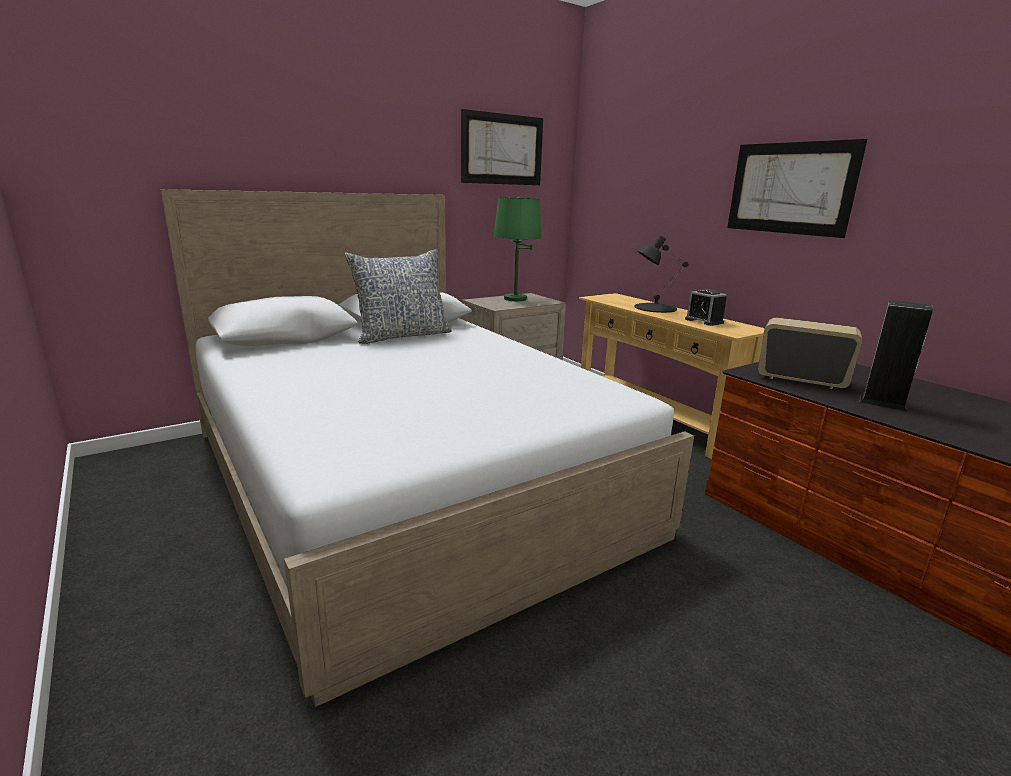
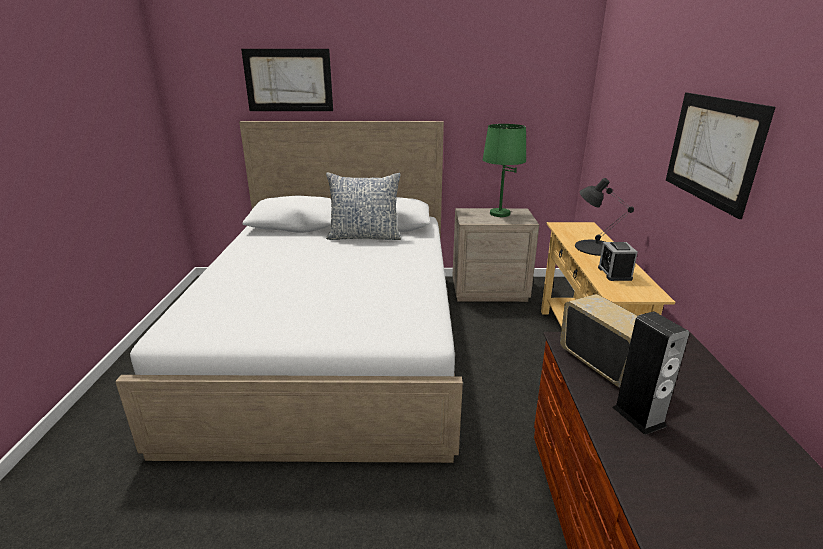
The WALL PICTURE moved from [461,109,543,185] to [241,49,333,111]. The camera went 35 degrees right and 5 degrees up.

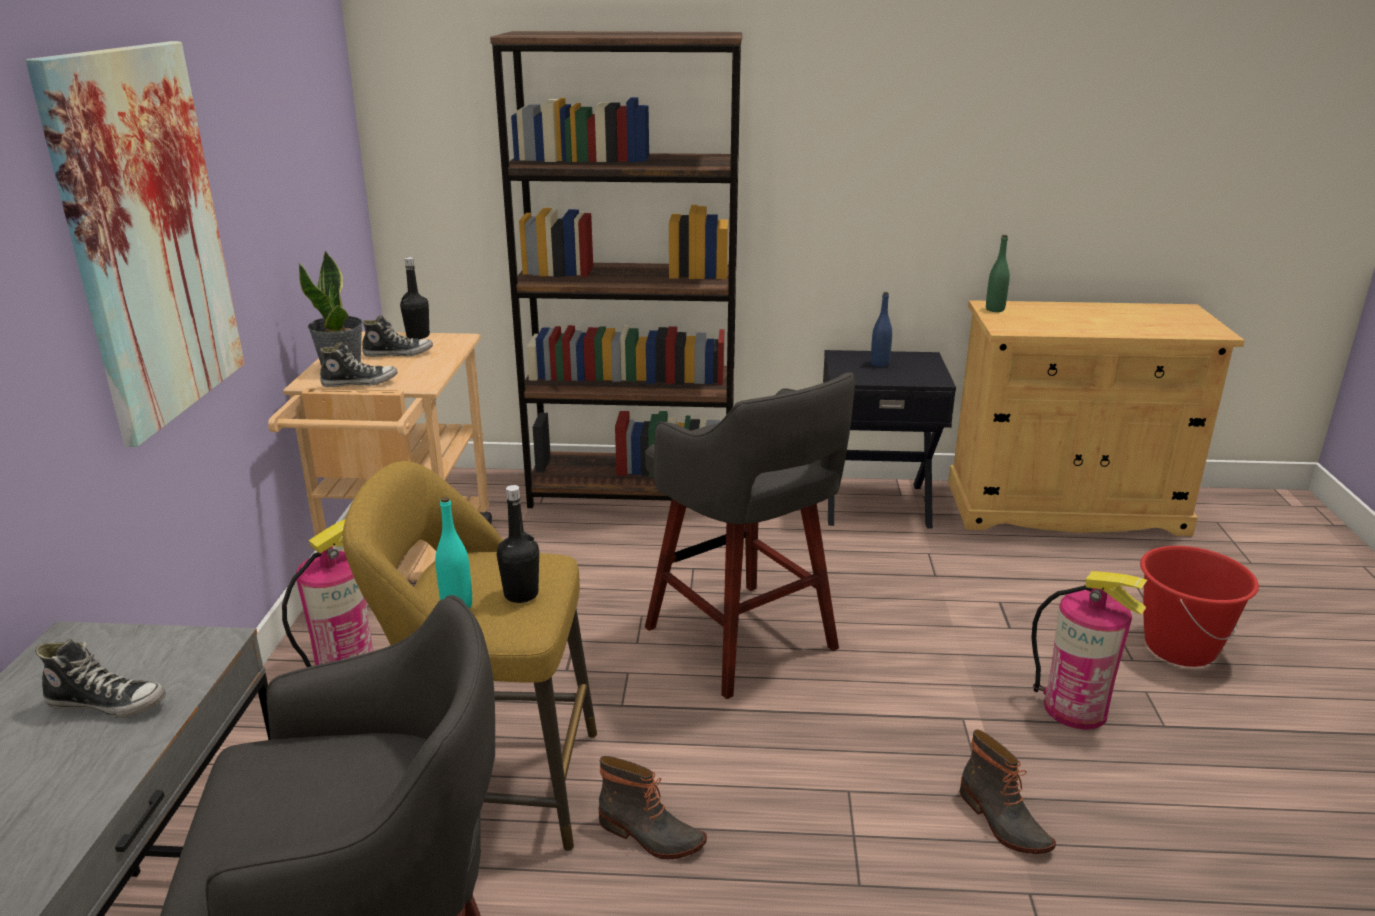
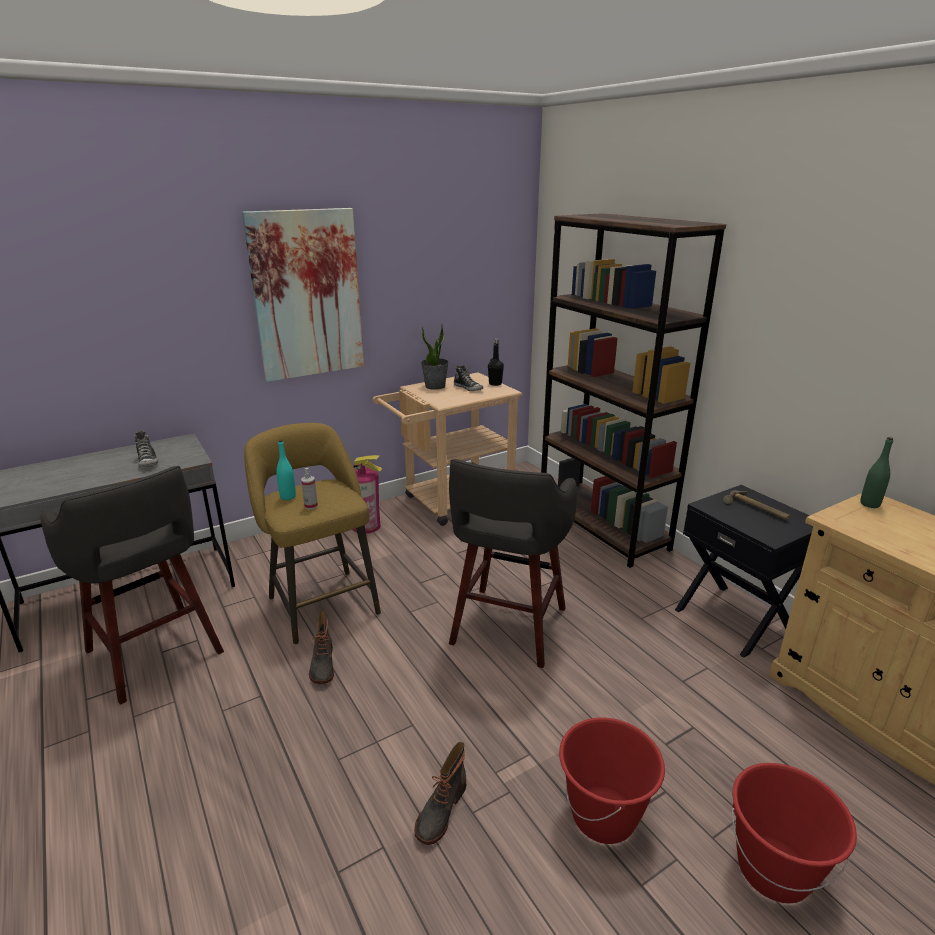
The LOW SHOE at [320,342,398,387] disappeared. The BLACK-COLOURED BEVERAGE BOTTLE at [497,485,539,603] was replaced by the SPRAYER at [301,468,318,509]. The BLUE-COLOURED BEVERAGE BOTTLE at [871,292,892,367] was replaced by the HAMMER at [723,491,790,520]. The EXTINGUISHER at [1031,571,1148,730] was replaced by the RED WATER BUCKET at [559,717,665,844]. The camera went 55 degrees right and 0 degrees up.

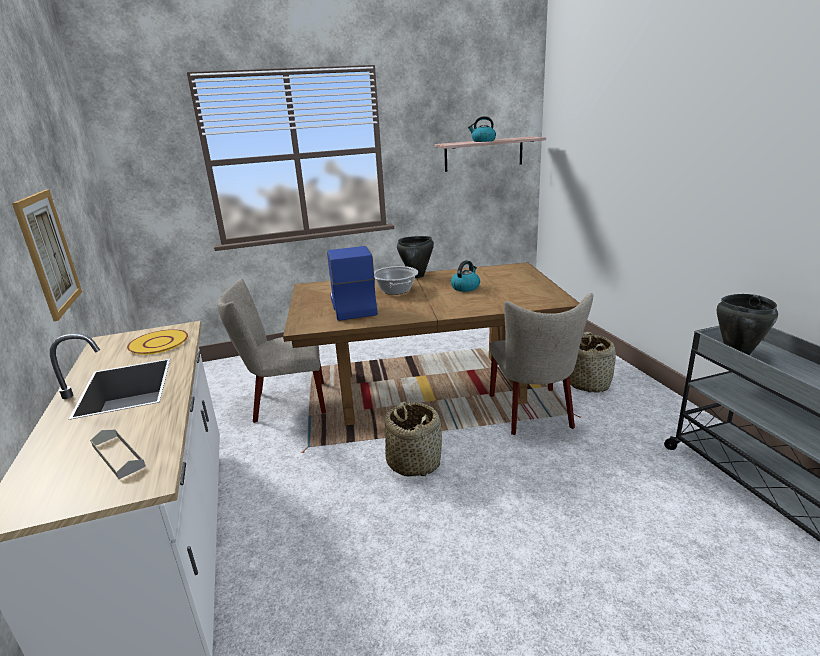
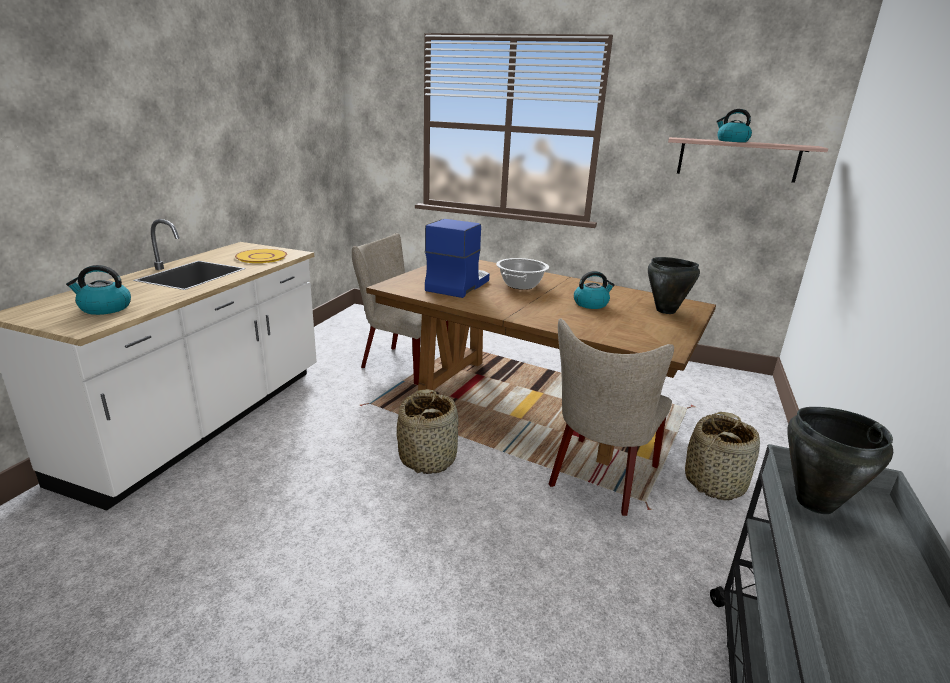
The WALL PICTURE at [12,189,82,321] disappeared. The BLACK-COLOURED STOCKPOT moved from [397,236,434,278] to [648,257,700,314]. The GREY CARRYING TRAY at [90,429,146,479] was replaced by the WATER KETTLE at [66,265,131,315]. The camera went 35 degrees right and 0 degrees up.

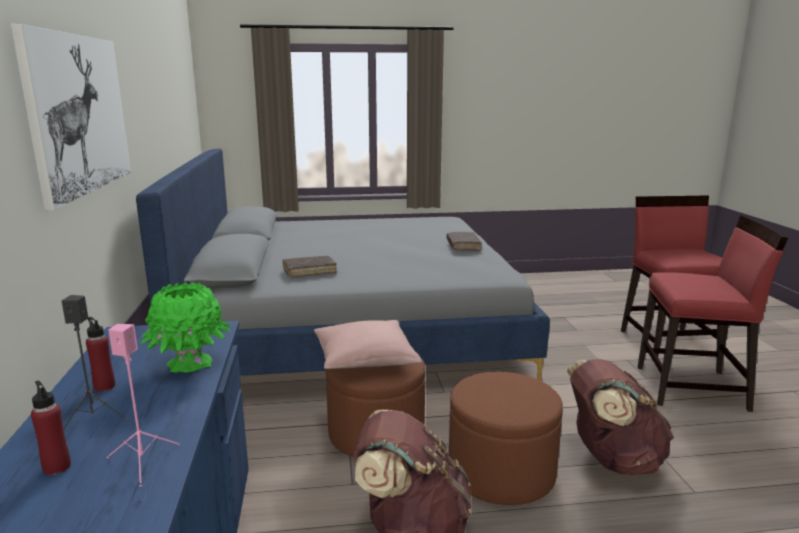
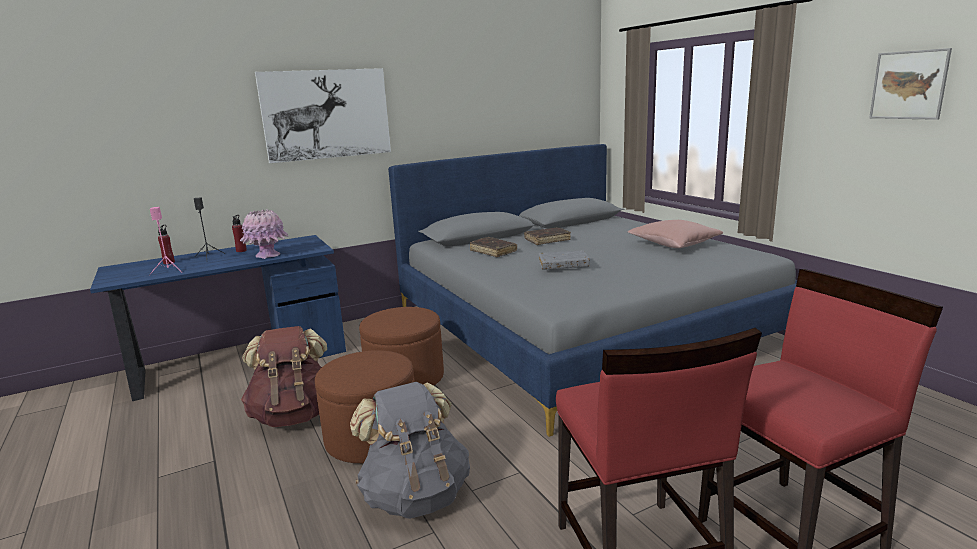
The GREY BOUND BOOK at [539,250,590,270] appeared. The WALL PICTURE at [869,48,952,120] appeared. The PINKISH CUSHION moved from [314,320,422,369] to [628,220,723,248]. The BROWN-COLOURED BOUND BOOK moved from [446,232,482,251] to [524,228,571,245]. The GREEN DECORATIVE VASE at [141,282,230,373] became the PINKISH DECORATIVE VASE at [240,209,288,259]. The BROWN-COLOURED RUCKSACK at [567,359,674,475] became the GREY RUCKSACK at [350,382,470,519]. The camera went 70 degrees right and 0 degrees up.

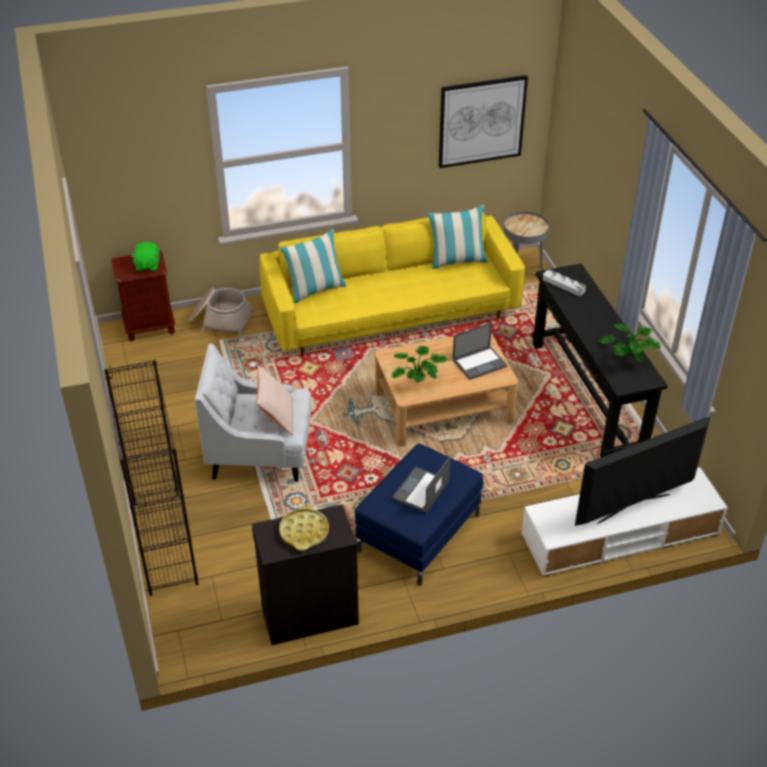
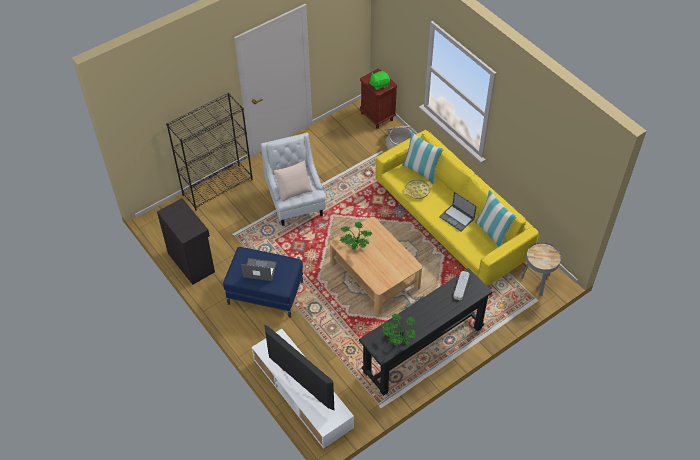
The WALL PICTURE at [439,75,528,168] disappeared. The YELLOWISH CARRYING TRAY moved from [279,505,329,551] to [403,179,432,199]. The NOTEBOOK COMPUTER moved from [453,323,507,380] to [439,192,476,231]. The camera went 70 degrees right and 10 degrees up.

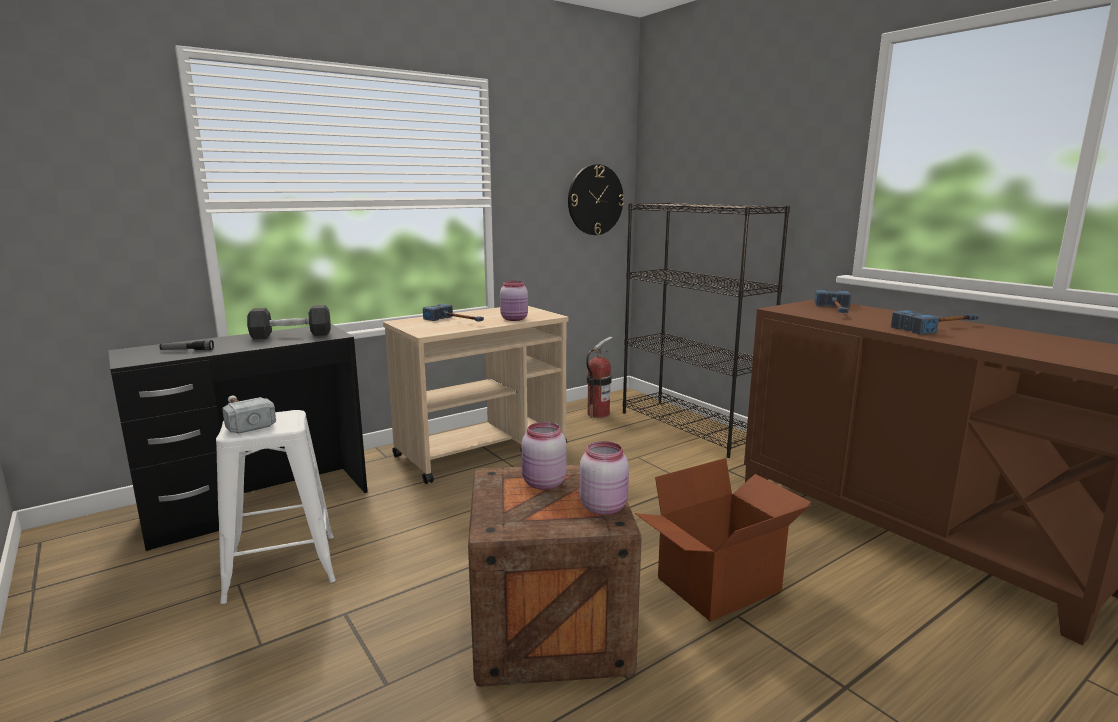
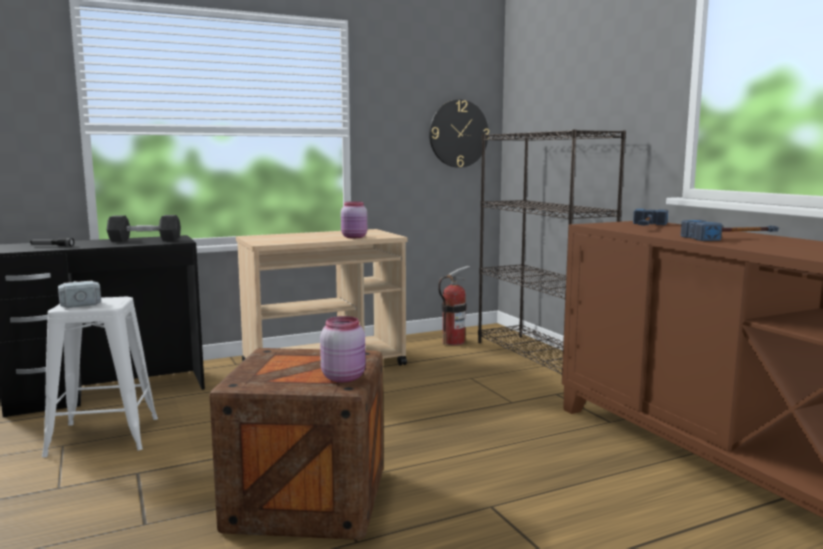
The HAMMER at [423,304,484,322] disappeared. The PINKISH STORAGE JAR at [521,422,567,490] disappeared. The CARTON at [635,458,811,622] disappeared. The camera went 10 degrees right and 5 degrees down.

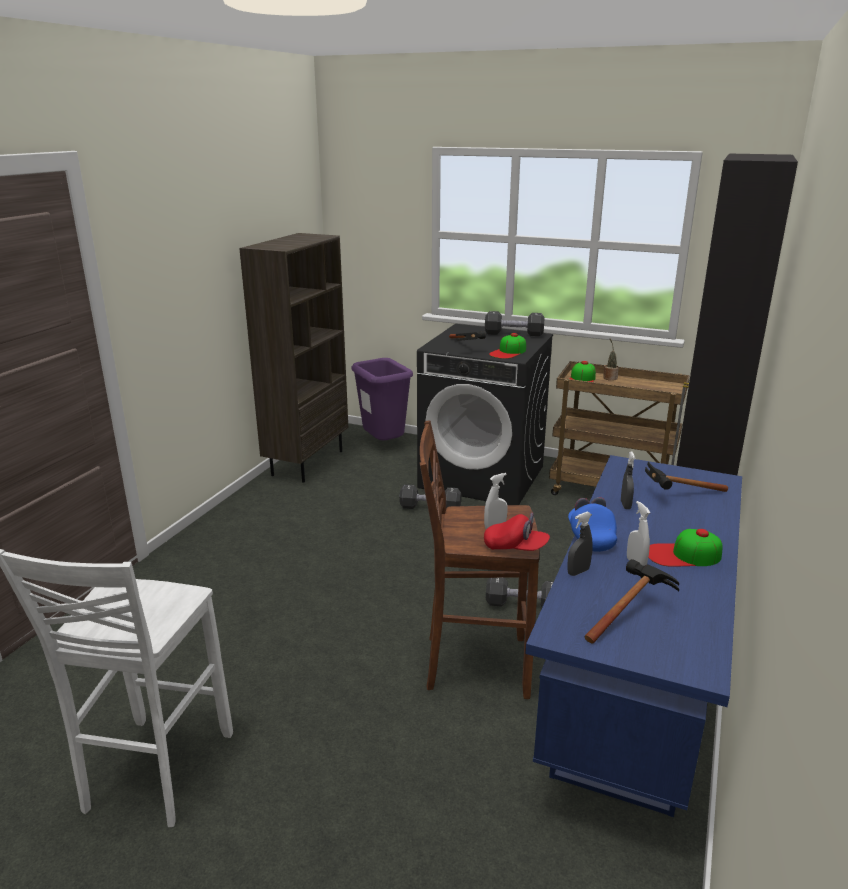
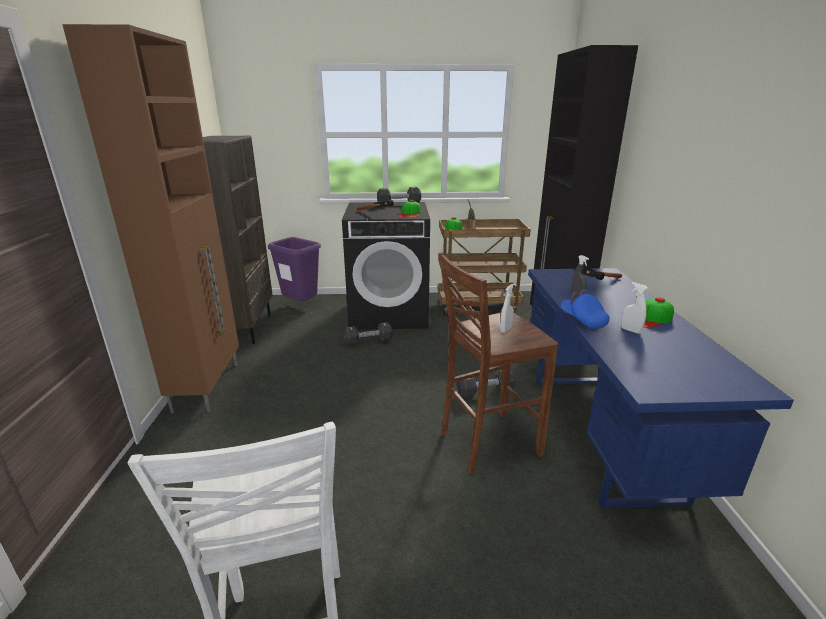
The RED BASEBALL CAP at [484,513,550,551] disappeared. The GREY SPRAYER at [567,512,593,576] disappeared. The HAMMER at [584,559,679,644] disappeared. The BROWN-COLOURED CABINET at [62,24,239,413] appeared. The camera went 25 degrees left and 0 degrees up.

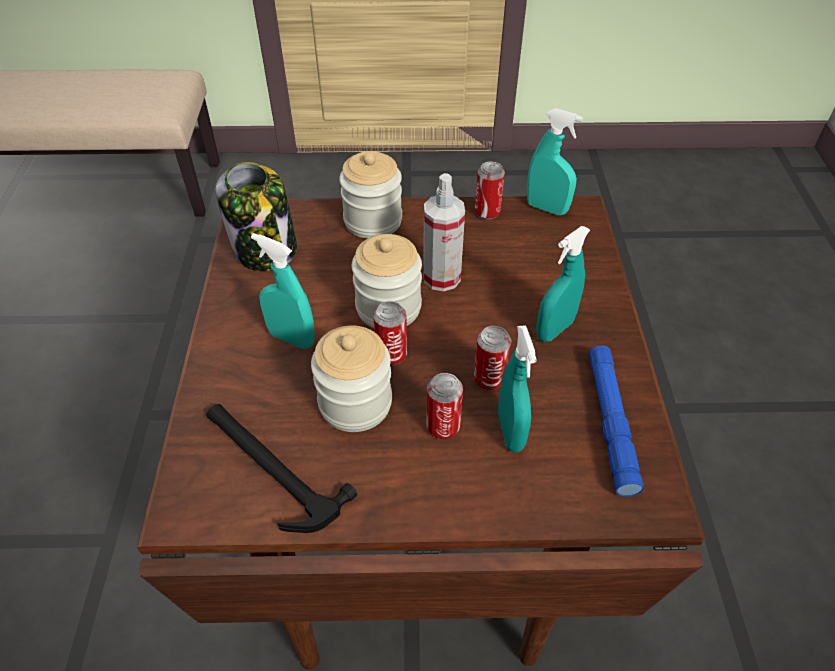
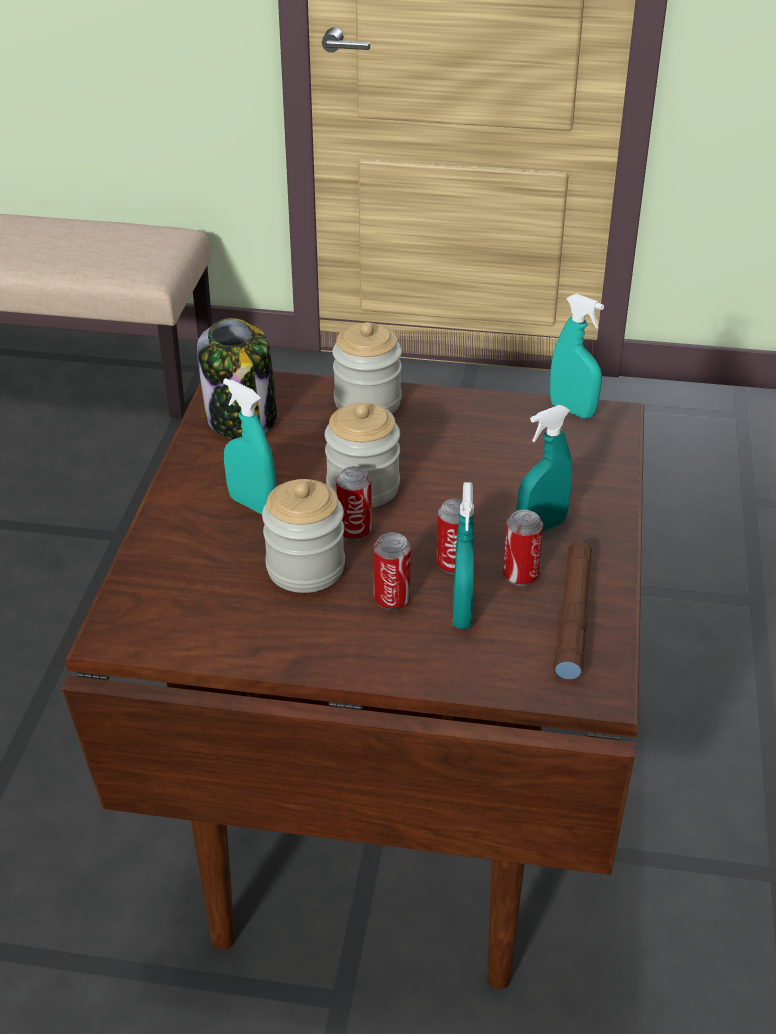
The HAMMER at [206,404,357,533] disappeared. The SPRAYER at [423,173,465,291] disappeared. The METAL CAN moved from [475,161,505,220] to [503,510,543,586]. The BLUE-COLOURED TORCH at [589,346,644,497] became the BROWN-COLOURED TORCH at [553,542,592,681]. The camera went 10 degrees right and 10 degrees down.

